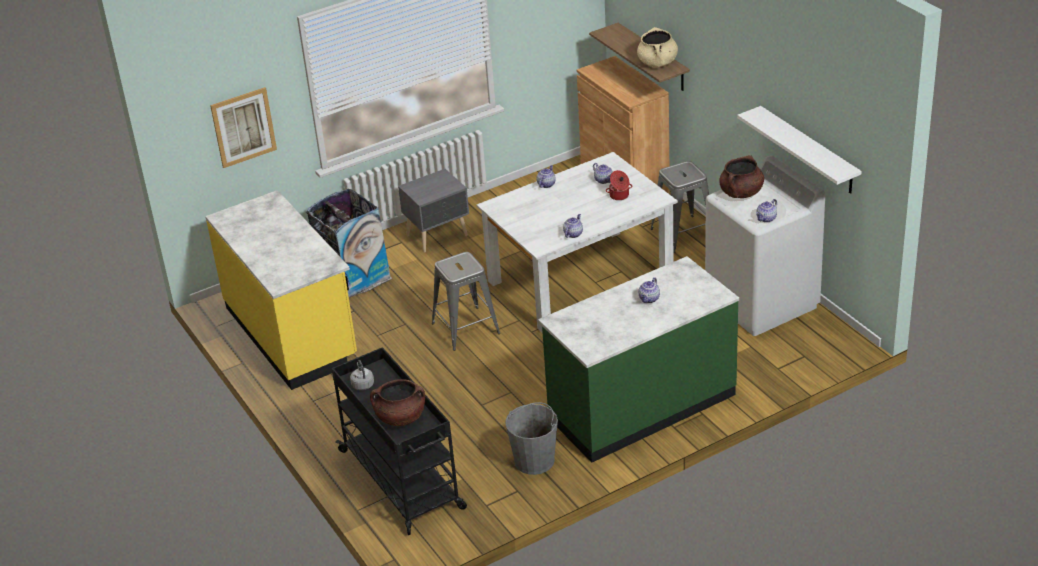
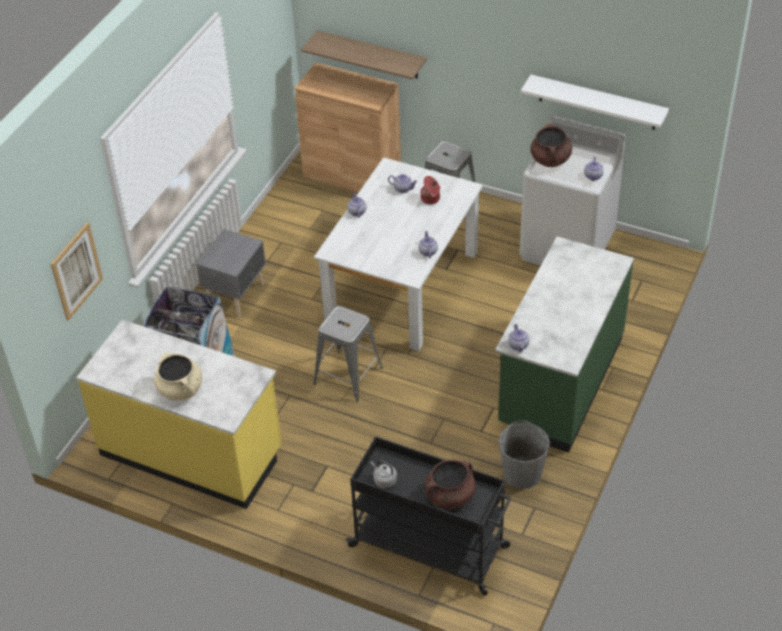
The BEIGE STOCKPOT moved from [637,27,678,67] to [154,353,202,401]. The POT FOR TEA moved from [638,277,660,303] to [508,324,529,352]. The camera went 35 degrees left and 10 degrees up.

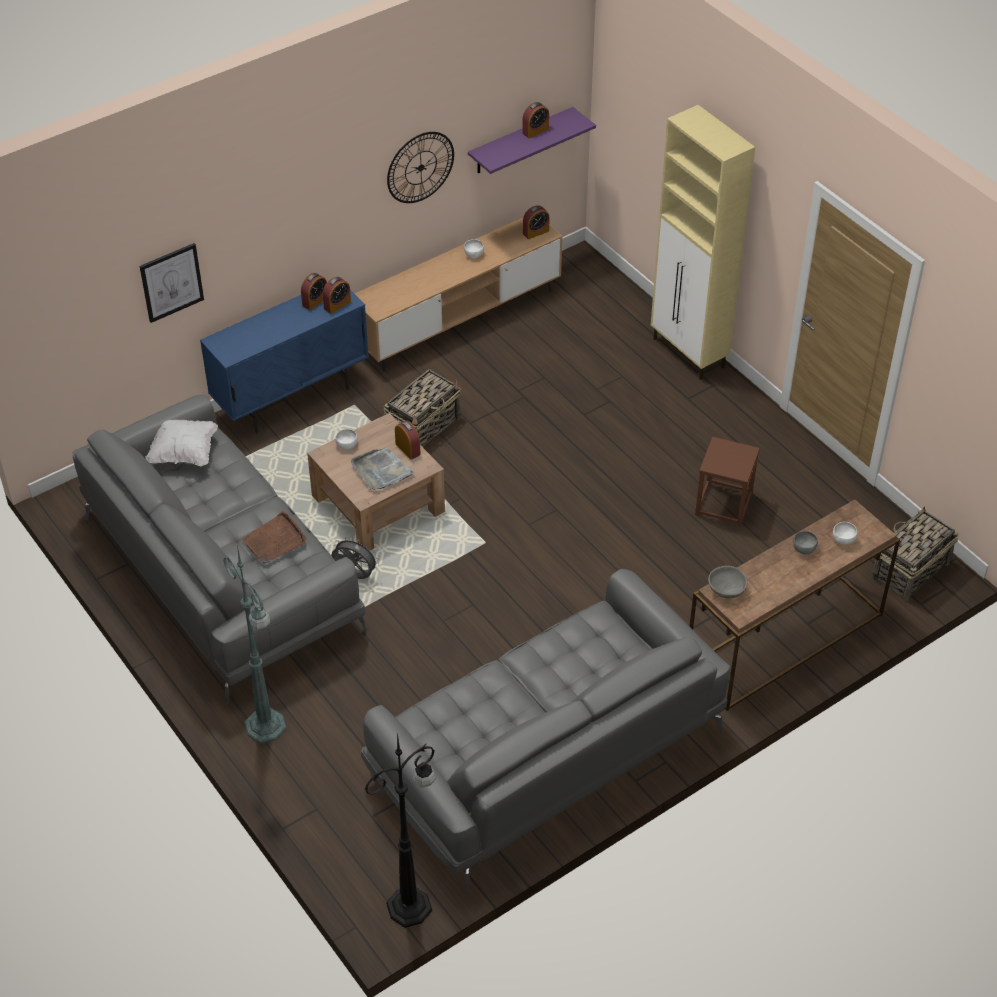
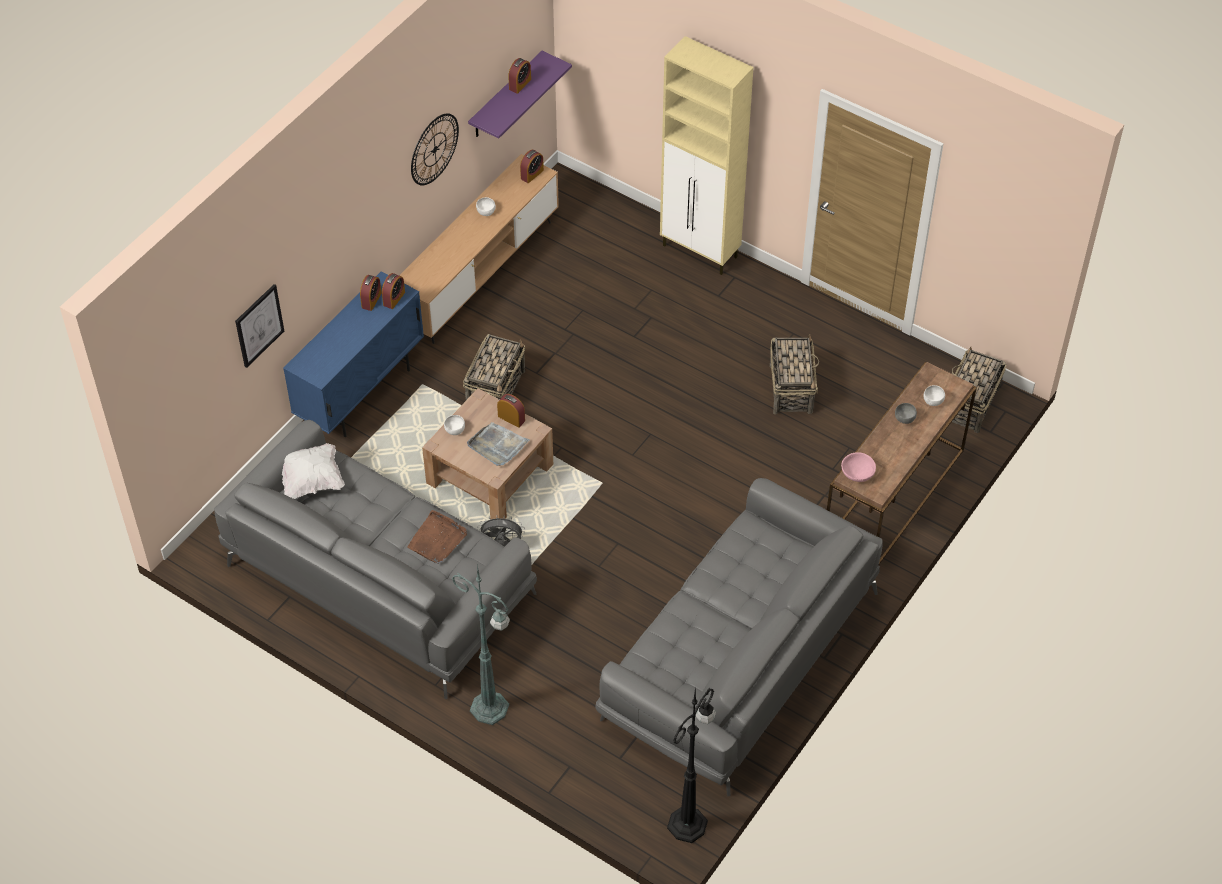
The BROWN-COLOURED STOOL SEAT at [695,437,760,527] was replaced by the BASKET at [770,334,819,414]. The GREY BOWL at [708,566,747,599] became the PINKISH BOWL at [841,452,876,482]. The camera went 20 degrees left and 5 degrees up.

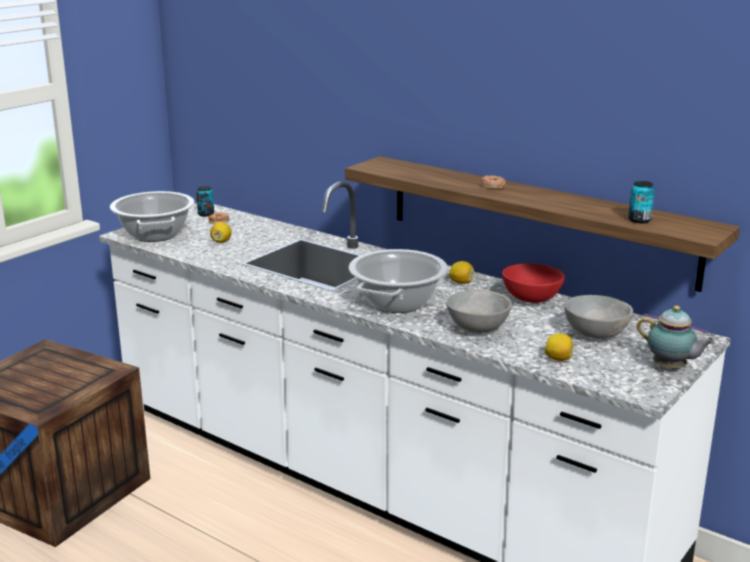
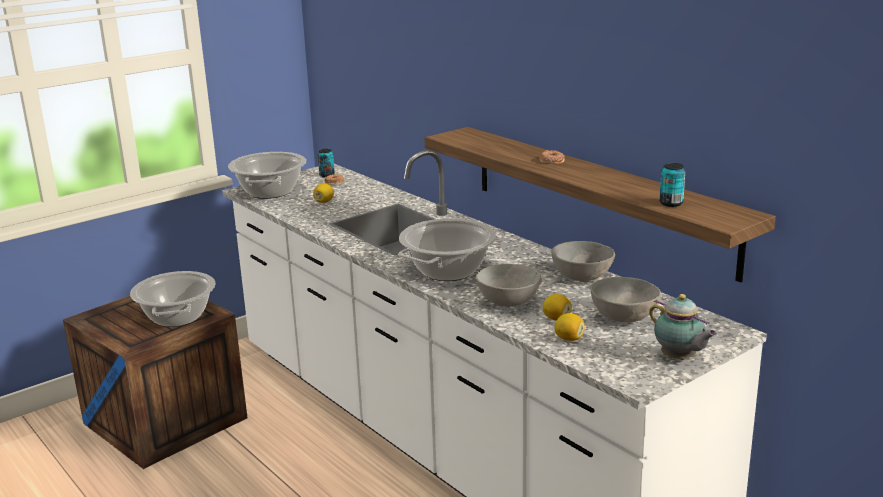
The STOCKPOT at [130,271,216,327] appeared. The LEMON moved from [449,261,474,284] to [542,294,572,320]. The RED BOWL at [502,263,565,303] became the GREY BOWL at [551,241,615,281]. The camera went 15 degrees right and 0 degrees up.

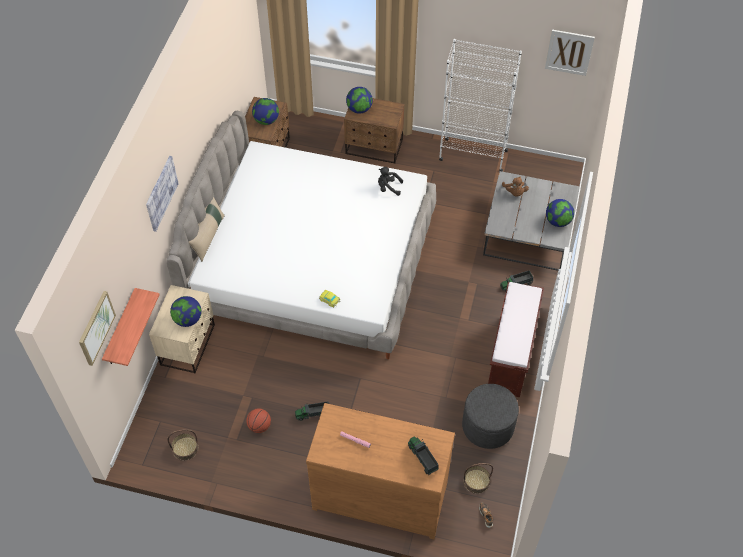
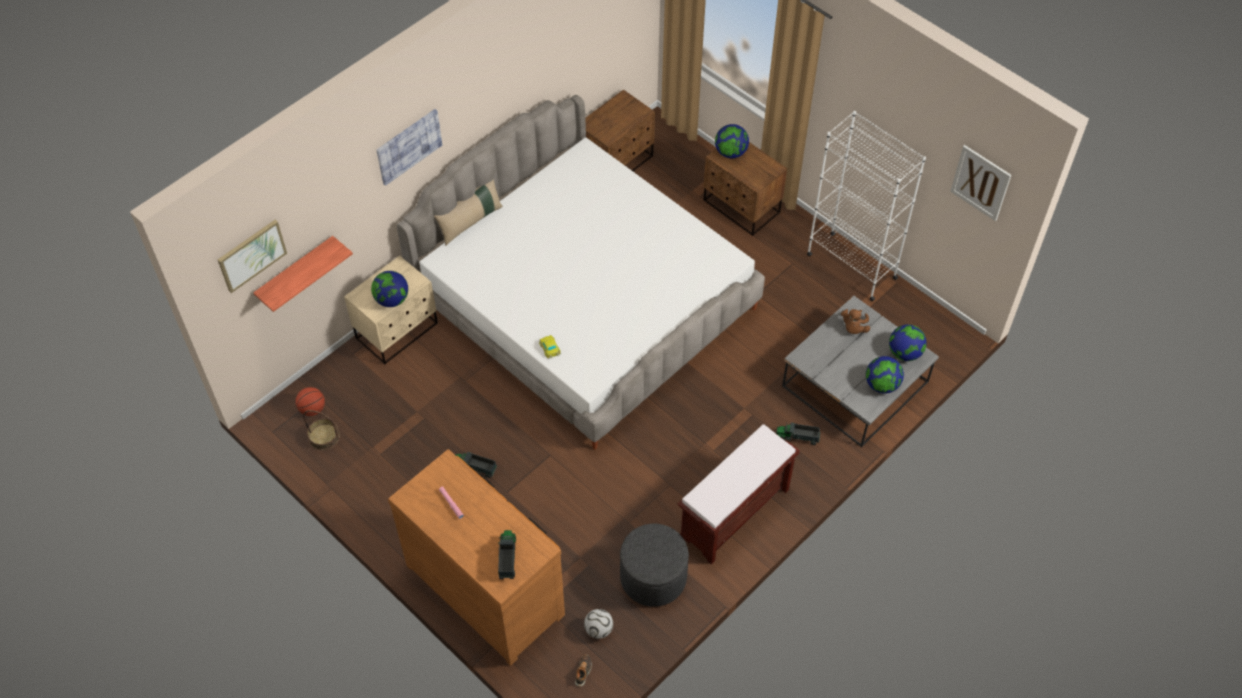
The BLACK-COLOURED CUDDLY TOY at [378,167,403,196] disappeared. The BASKETBALL BALL moved from [246,408,271,433] to [295,387,325,416]. The WORLD GLOBE moved from [252,98,279,125] to [889,324,927,361]. The BASKET at [463,463,493,494] was replaced by the FOOTBALL BALL at [584,609,613,639]. The camera went 30 degrees right and 0 degrees up.

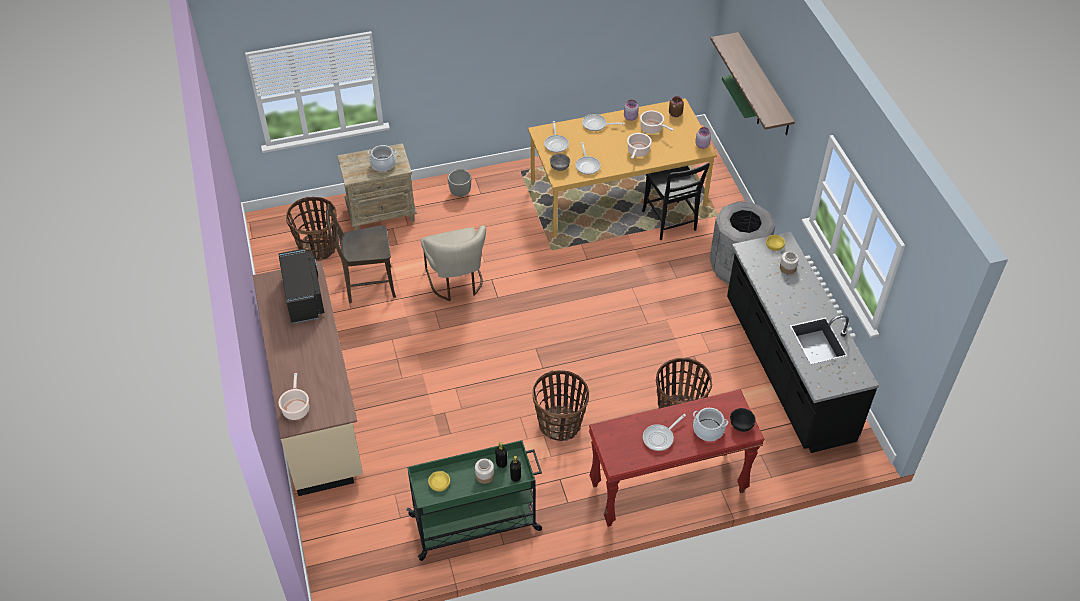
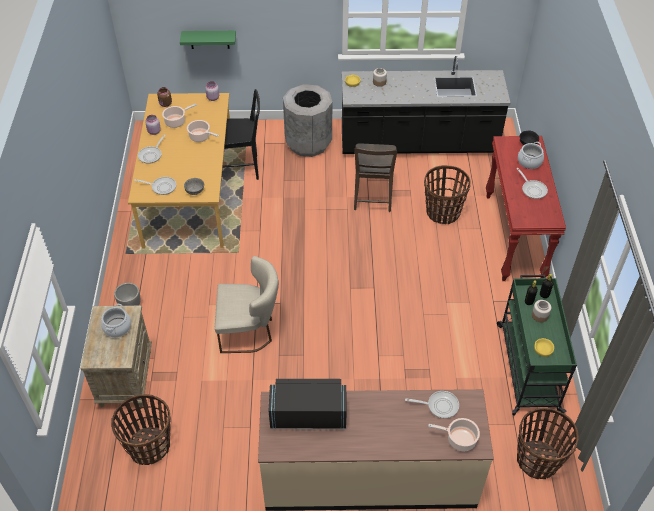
The WALL SHELF at [710,32,795,135] disappeared. The BROWN-COLOURED PLAIN CHAIR moved from [326,204,396,303] to [354,143,397,212]. The BASKET moved from [532,370,589,441] to [517,408,579,479]. The SKILLET moved from [576,142,601,175] to [405,391,459,418]. The camera went 75 degrees left and 0 degrees up.

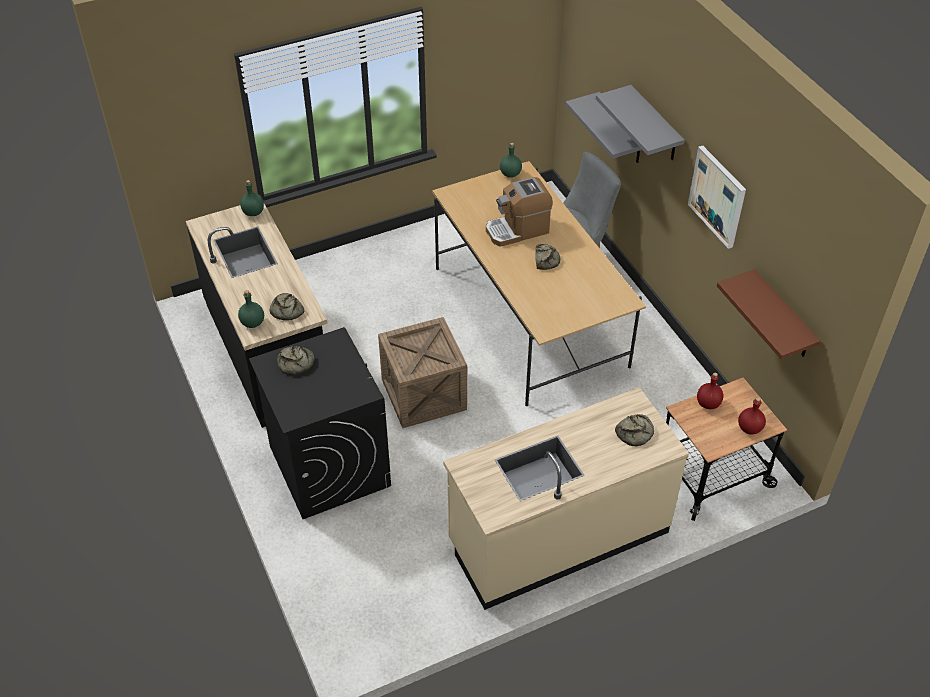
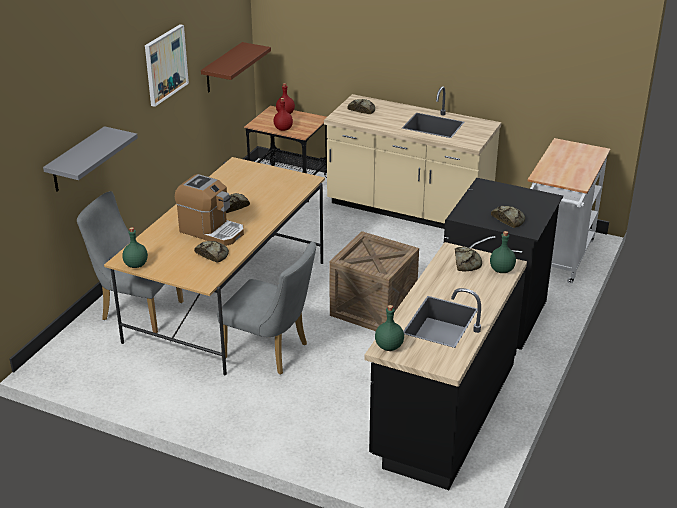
The GREY WALL SHELF at [596,85,684,160] disappeared. The BAKED BREAD at [194,241,229,263] appeared. The GREY PLAIN CHAIR at [217,242,316,375] appeared. The WHITISH TROLLEY at [527,138,610,284] appeared. The camera went 130 degrees left and 15 degrees down.

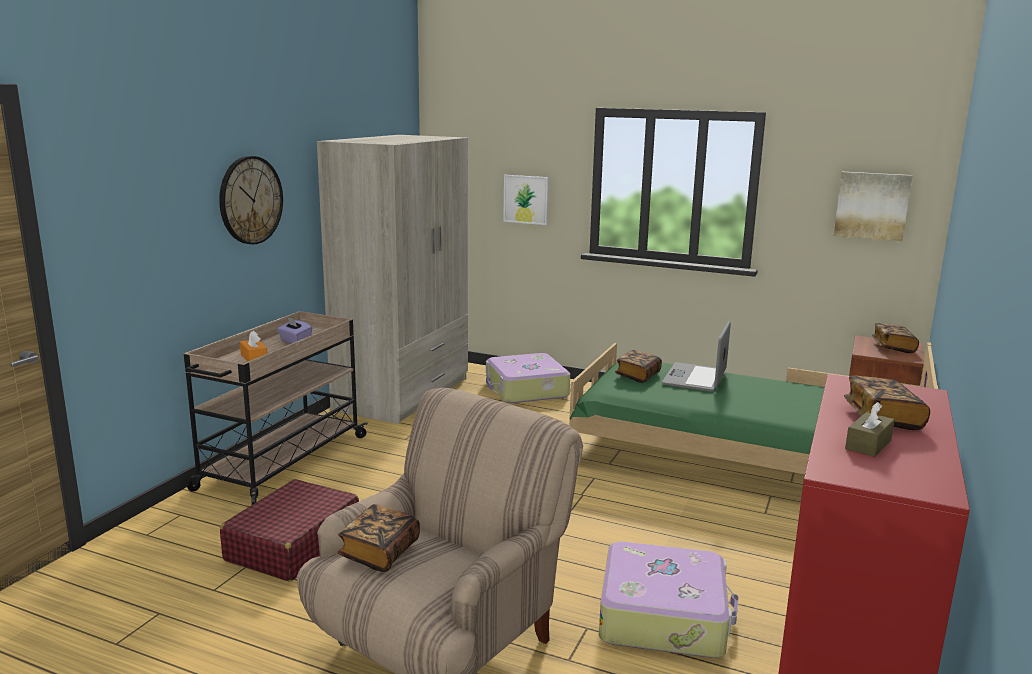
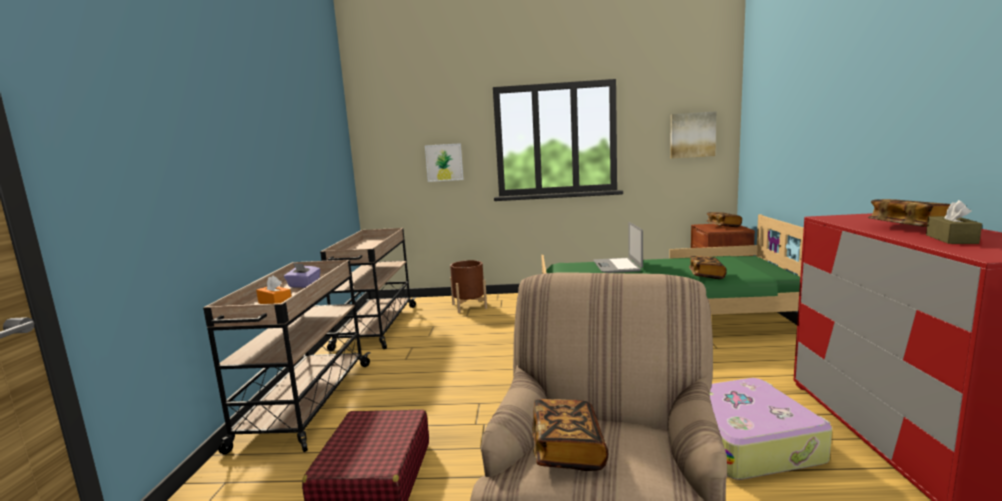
The HANGING CLOCK at [219,156,283,244] disappeared. The BOUND BOOK moved from [615,350,662,383] to [689,256,727,279]. The BEIGE WARDROBE at [317,135,468,424] was replaced by the BEIGE TROLLEY at [320,228,417,351]. The PIECE OF LUGGAGE at [486,353,570,403] was replaced by the BROWN-COLOURED PLANTER at [450,260,487,313]. The camera went 20 degrees left and 5 degrees down.

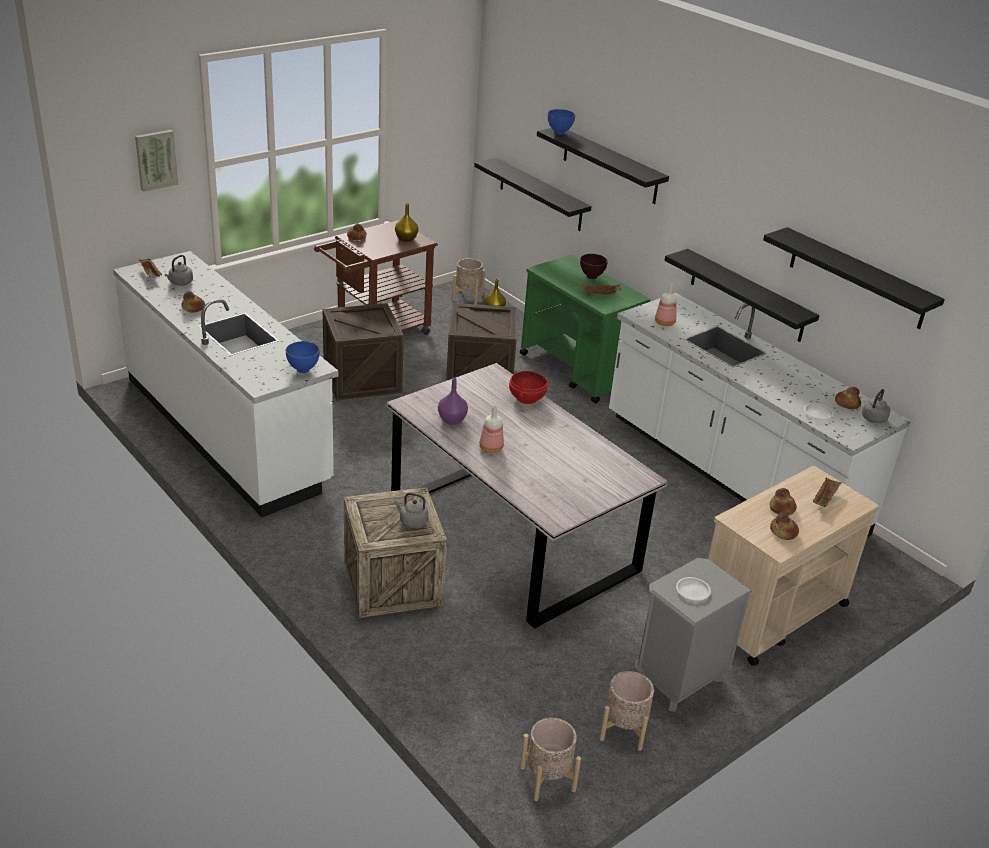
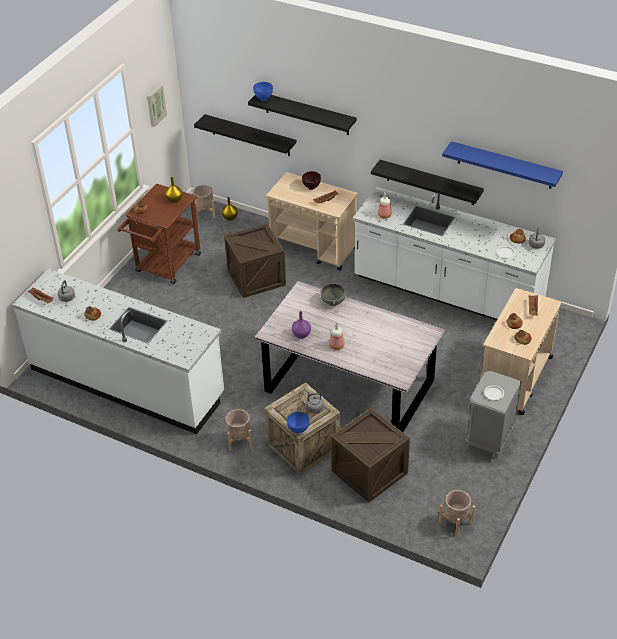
The WALL PICTURE moved from [135,130,178,192] to [147,84,167,127]. The BLUE-COLOURED BOWL moved from [286,341,320,373] to [287,411,310,434]. The PACKING CRATE moved from [323,303,404,400] to [331,408,410,503]. The BEIGE PLANTER moved from [600,671,654,751] to [225,409,253,451]. The RED BOWL at [509,371,548,404] became the GREY BOWL at [321,283,346,306]. The GREEN TROLLEY at [520,255,650,404] became the BEIGE TROLLEY at [266,172,358,270]. The BLACK-COLOURED WALL SHELF at [763,227,945,329] became the BLUE-COLOURED WALL SHELF at [442,141,563,189]. The camera went 20 degrees left and 10 degrees up.

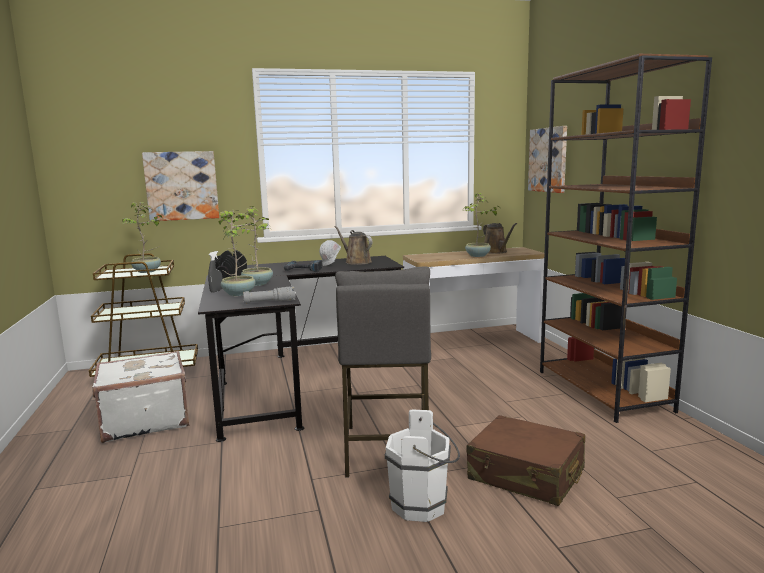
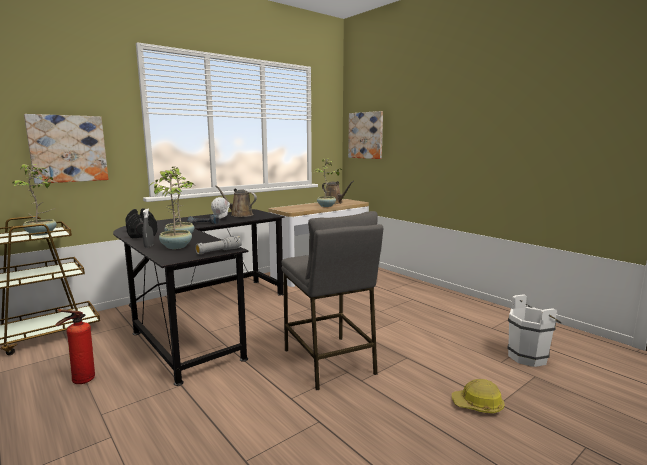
The BROWN-COLOURED PIECE OF LUGGAGE at [467,415,585,506] disappeared. The BROWN-COLOURED BOOKSHELF at [540,54,712,423] disappeared. The SAFETY HELMET at [452,379,505,413] appeared. The WHITISH WATER BUCKET moved from [385,409,460,522] to [507,294,561,367]. The WHITISH PIECE OF LUGGAGE at [92,351,190,443] was replaced by the EXTINGUISHER at [55,309,95,384]. The camera went 25 degrees left and 0 degrees up.

